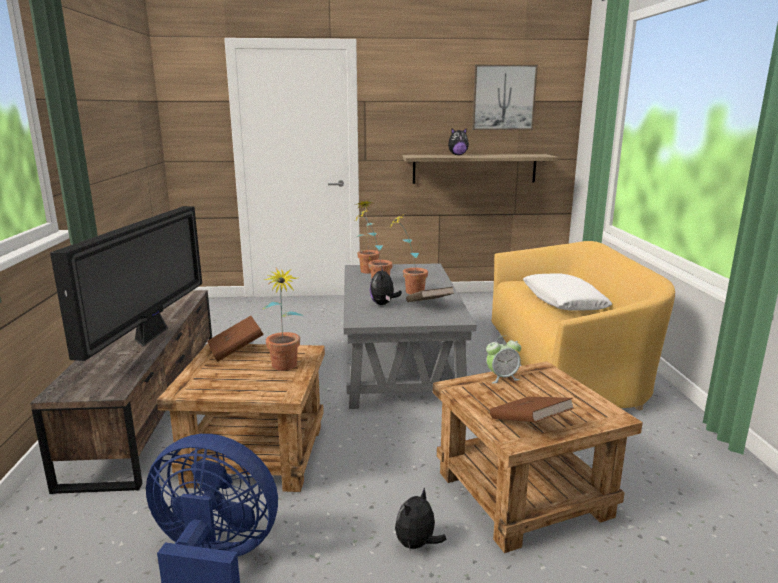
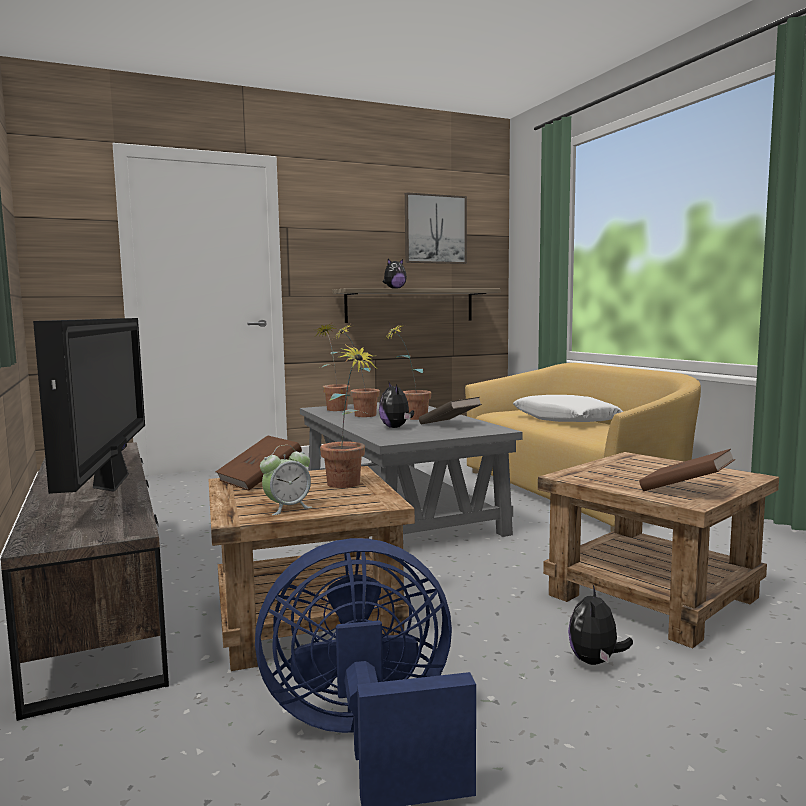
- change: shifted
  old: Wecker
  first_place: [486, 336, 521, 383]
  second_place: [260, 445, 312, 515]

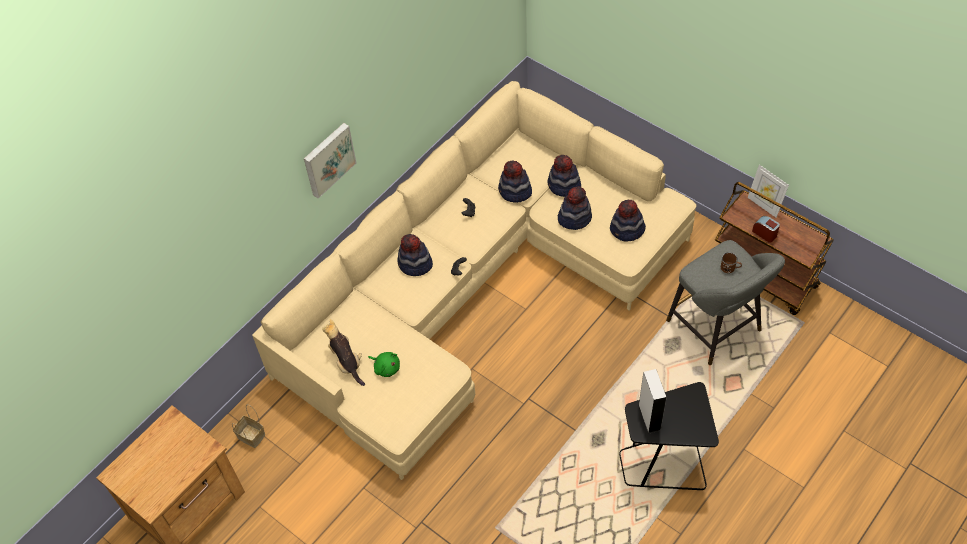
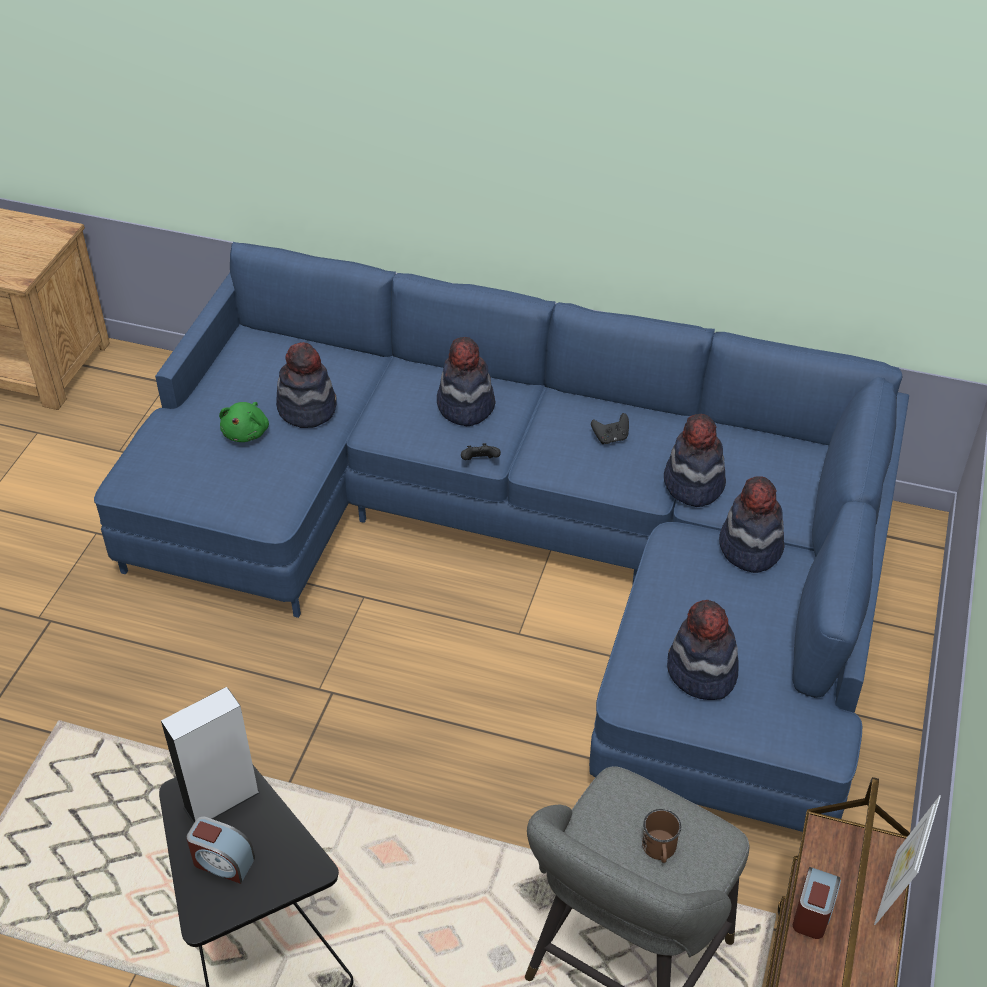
- change: gone
  old: Korb
  first_place: [232, 404, 265, 448]
- change: gone
  old: Bild
  first_place: [304, 123, 356, 198]
- change: gone
  old: Plüschtier
  first_place: [322, 319, 365, 386]
- change: new
  new: Wecker
  second_place: [186, 817, 255, 884]
- change: shifted
  old: Hut
  first_place: [558, 186, 592, 230]
  second_place: [276, 342, 337, 428]
- change: repainted
  old: Sofa (beige)
  new: Sofa (blau)
  first_place: [252, 81, 696, 480]
  second_place: [94, 242, 909, 832]

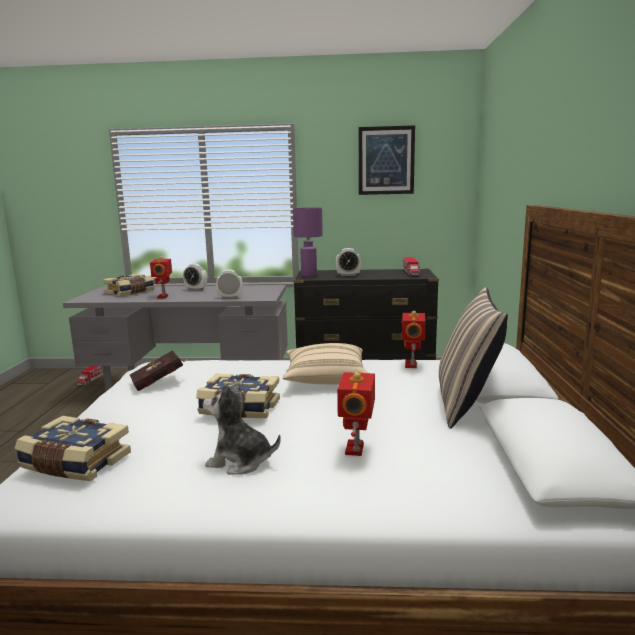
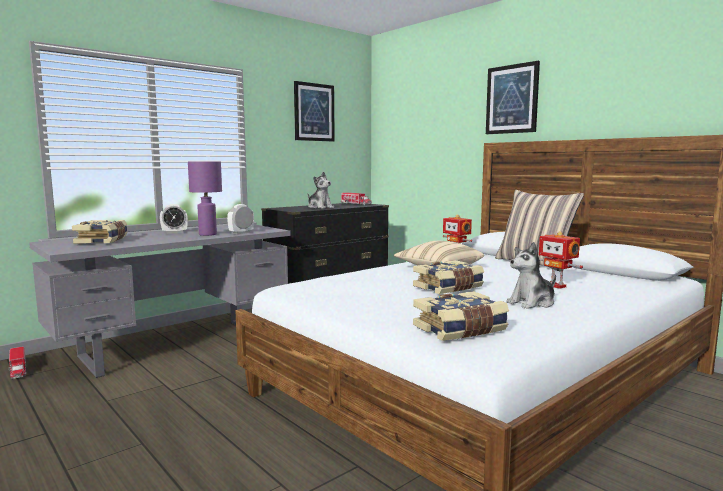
- change: gone
  old: Buch (rot)
  first_place: [130, 350, 188, 391]
- change: gone
  old: Spielzeugroboter
  first_place: [150, 256, 172, 299]
- change: new
  new: Bild
  second_place: [486, 61, 540, 134]
- change: shifted
  old: Tischlampe (lila)
  first_place: [293, 207, 323, 277]
  second_place: [188, 162, 222, 236]
- change: swapped
  old: Wecker
  new: Plüschtier
  first_place: [336, 248, 361, 276]
  second_place: [308, 172, 334, 209]

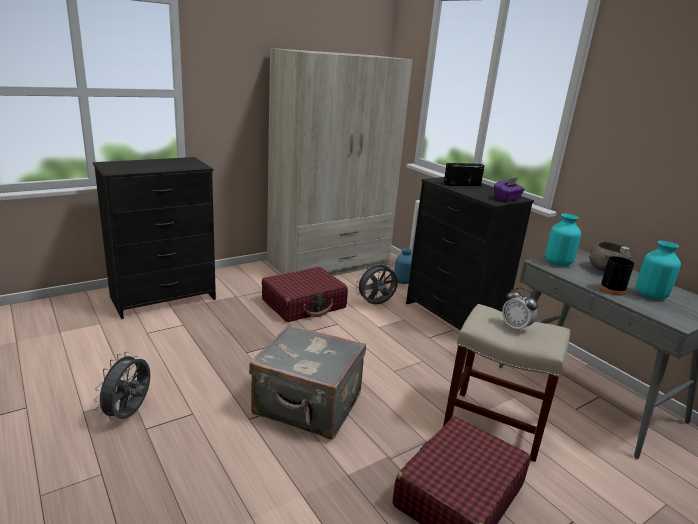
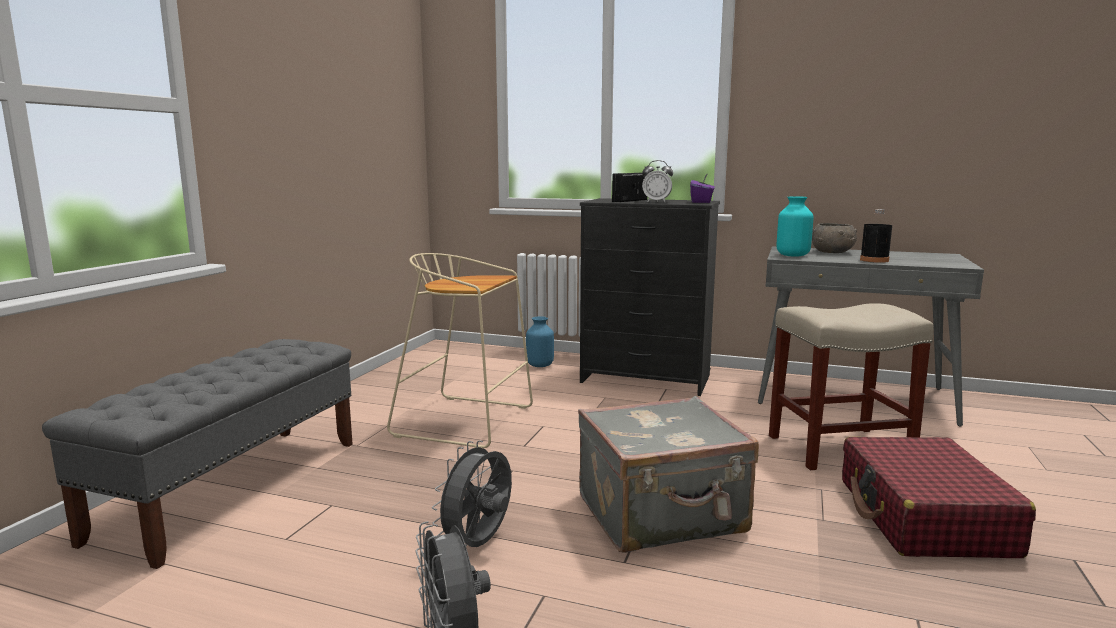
- change: gone
  old: Kleiderschrank (beige)
  first_place: [267, 48, 413, 276]
- change: gone
  old: Vase (türkis)
  first_place: [636, 241, 681, 300]
- change: shifted
  old: Ventilator (grau)
  first_place: [356, 262, 398, 304]
  second_place: [432, 440, 512, 547]
- change: shifted
  old: Wecker
  first_place: [502, 288, 538, 333]
  second_place: [642, 160, 673, 202]
- change: swapped
  old: Kommode (schwarz)
  new: Bank (grau)
  first_place: [93, 157, 216, 319]
  second_place: [42, 339, 353, 569]
- change: swapped
  old: Koffer (rot)
  new: Hocker (beige)
  first_place: [262, 267, 348, 322]
  second_place: [387, 253, 533, 448]

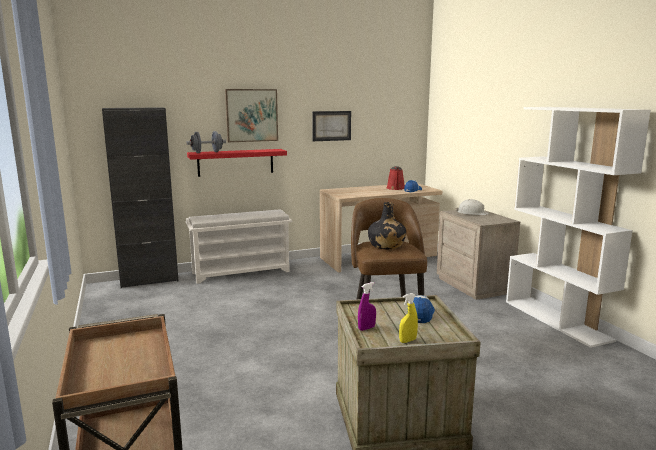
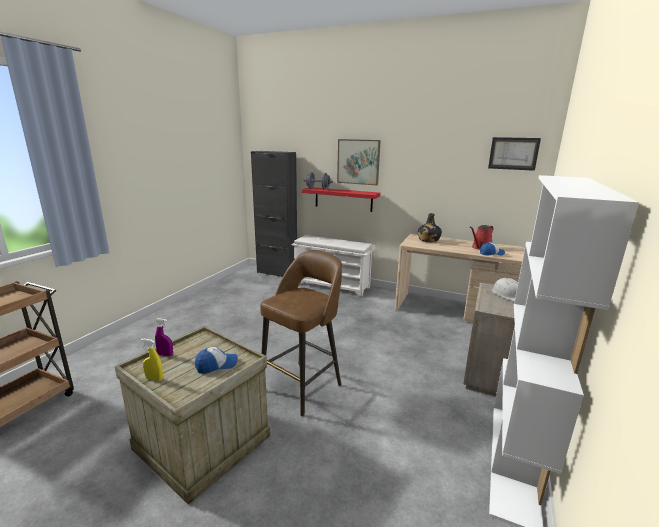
- change: shifted
  old: Bild
  first_place: [312, 111, 351, 141]
  second_place: [488, 137, 541, 171]
- change: shifted
  old: Flasche (schwarz)
  first_place: [368, 202, 406, 249]
  second_place: [418, 213, 442, 242]

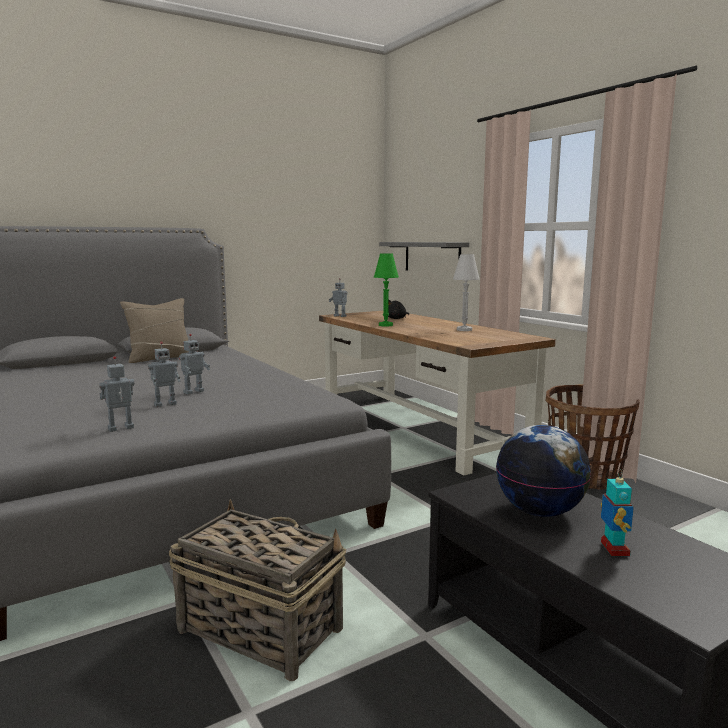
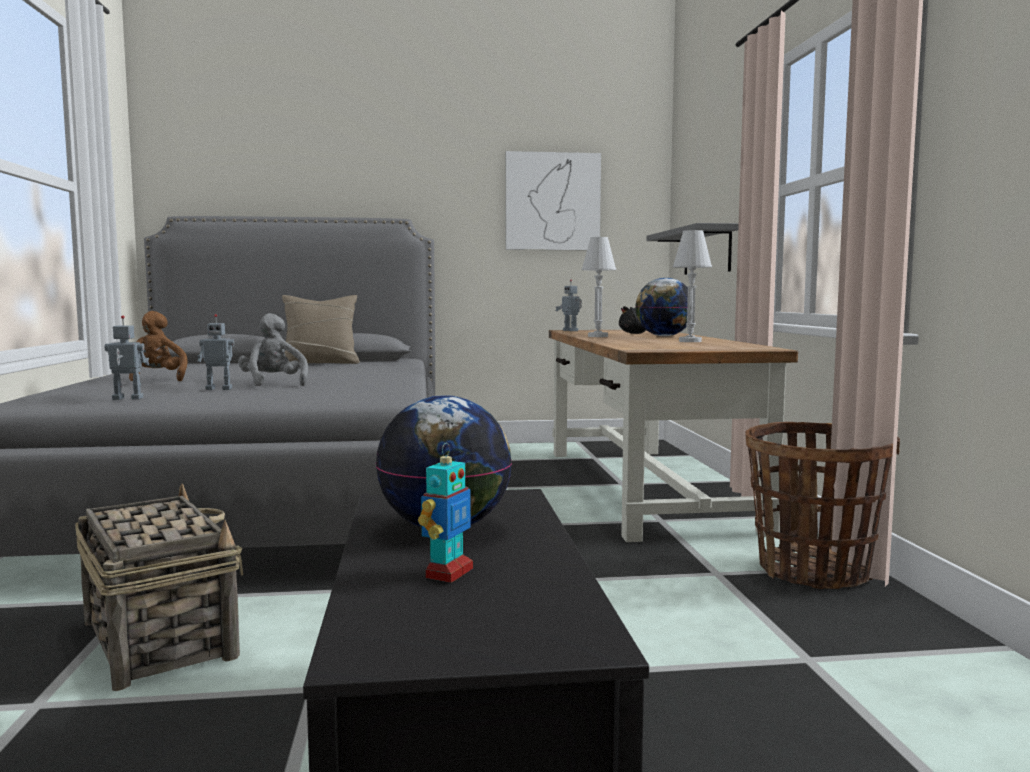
- change: new
  new: Plüschtier (braun)
  second_place: [129, 311, 188, 381]
- change: new
  new: Bild
  second_place: [505, 151, 601, 250]
- change: new
  new: Globus
  second_place: [635, 278, 688, 336]
- change: swapped
  old: Spielzeugroboter
  new: Plüschtier (grau)
  first_place: [179, 334, 210, 395]
  second_place: [238, 313, 308, 386]
- change: repainted
  old: Tischlampe (grün)
  new: Tischlampe (weiß)
  first_place: [374, 253, 399, 327]
  second_place: [582, 237, 616, 337]

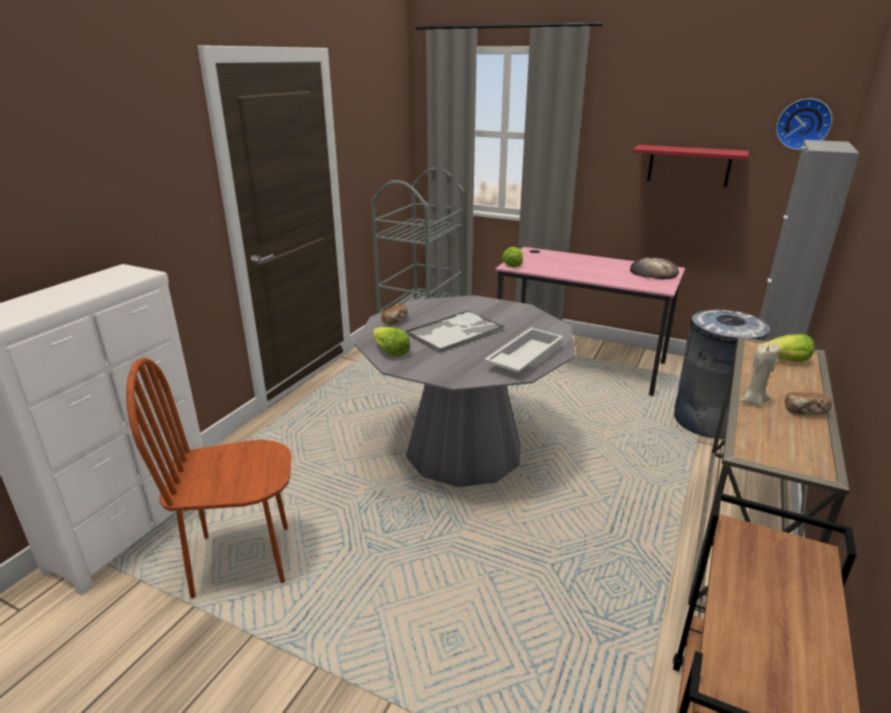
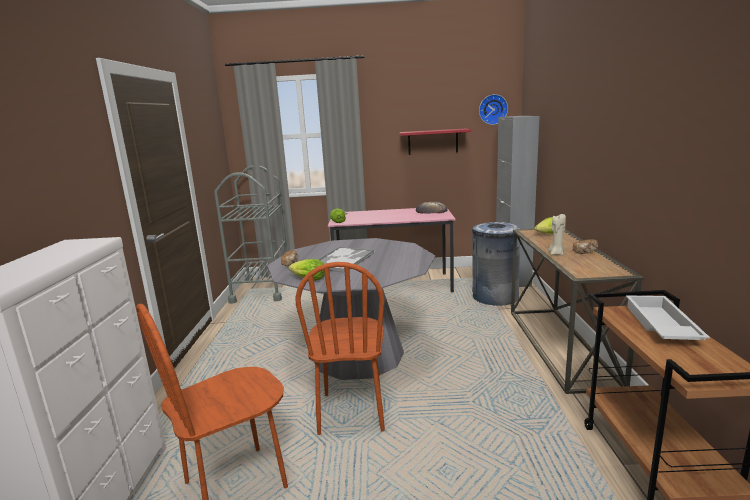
- change: new
  new: Stuhl (braun)
  second_place: [296, 262, 385, 435]
- change: shifted
  old: Tablett (weiß)
  first_place: [484, 328, 564, 372]
  second_place: [626, 295, 710, 340]

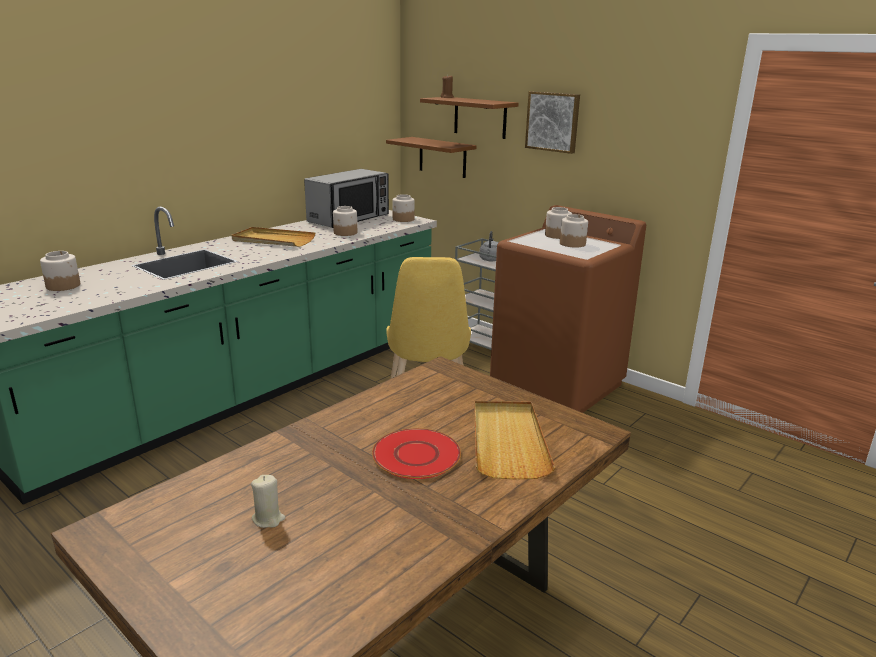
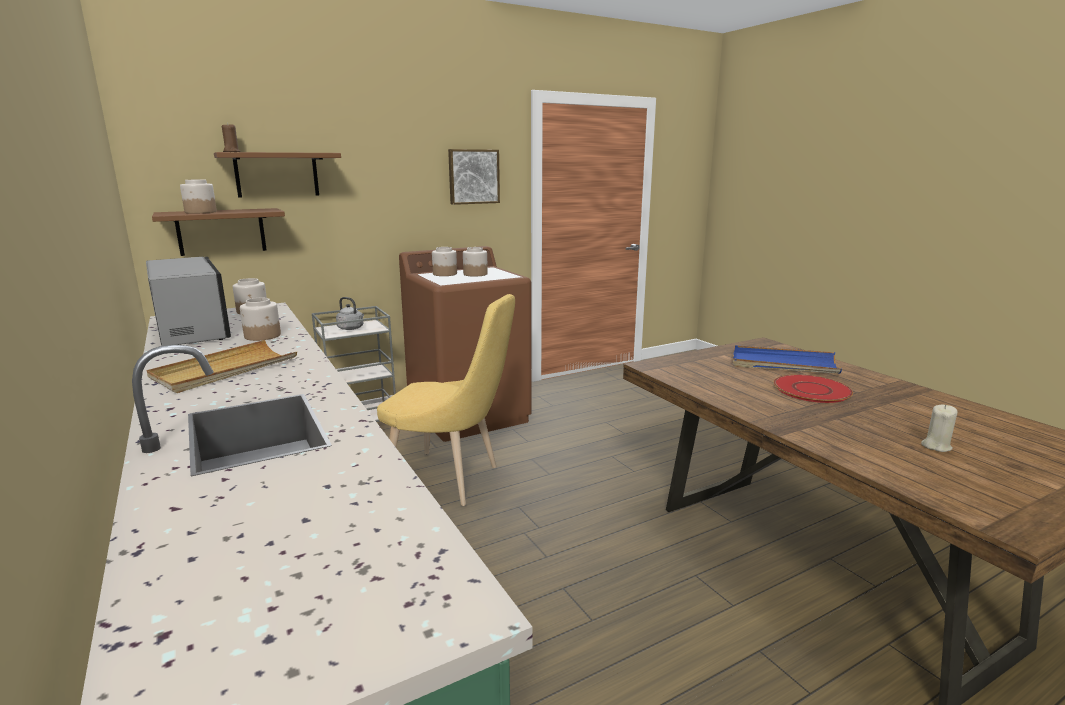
- change: shifted
  old: Vorratsglas
  first_place: [40, 251, 80, 291]
  second_place: [180, 179, 217, 213]
- change: shifted
  old: Bild
  first_place: [525, 91, 580, 154]
  second_place: [448, 149, 500, 205]
- change: repainted
  old: Tablett (beige)
  new: Tablett (blau)
  first_place: [474, 401, 555, 479]
  second_place: [733, 345, 842, 374]

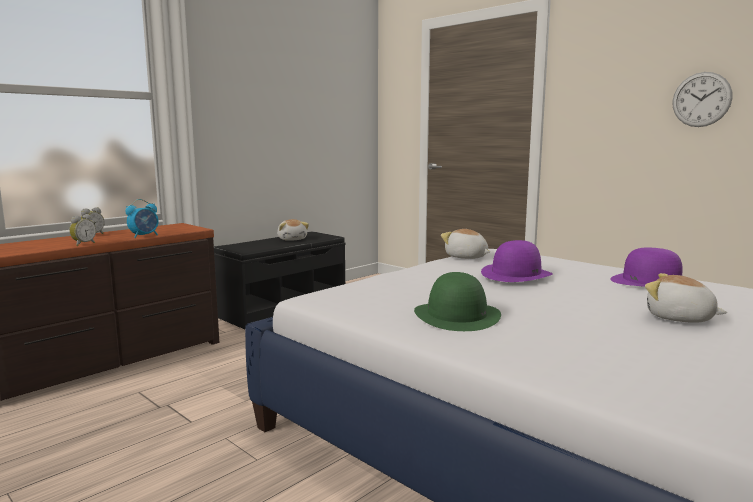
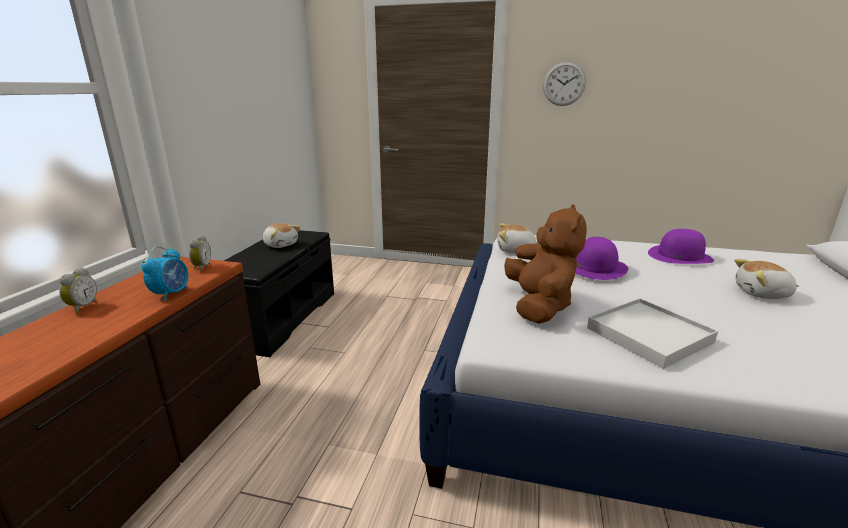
- change: new
  new: Plüschtier (braun)
  second_place: [504, 204, 587, 324]
- change: shifted
  old: Wecker
  first_place: [69, 214, 96, 246]
  second_place: [189, 235, 211, 272]
- change: shifted
  old: Wanduhr
  first_place: [672, 72, 733, 127]
  second_place: [543, 62, 586, 106]
- change: swapped
  old: Hut (grün)
  new: Tablett (weiß)
  first_place: [414, 272, 501, 331]
  second_place: [587, 299, 718, 369]

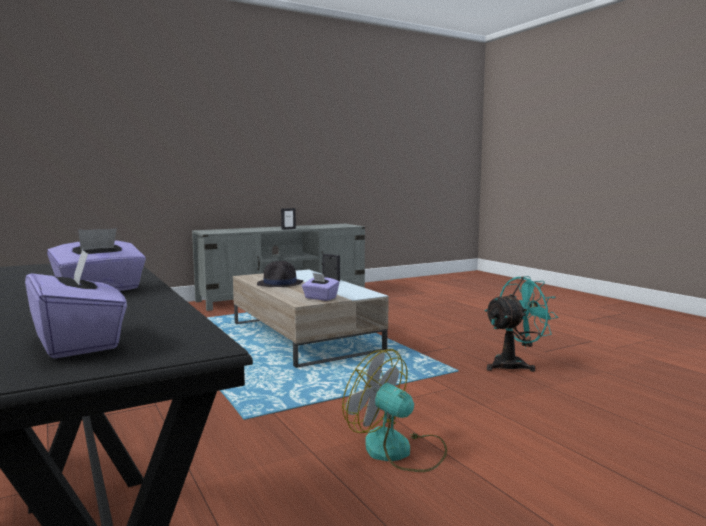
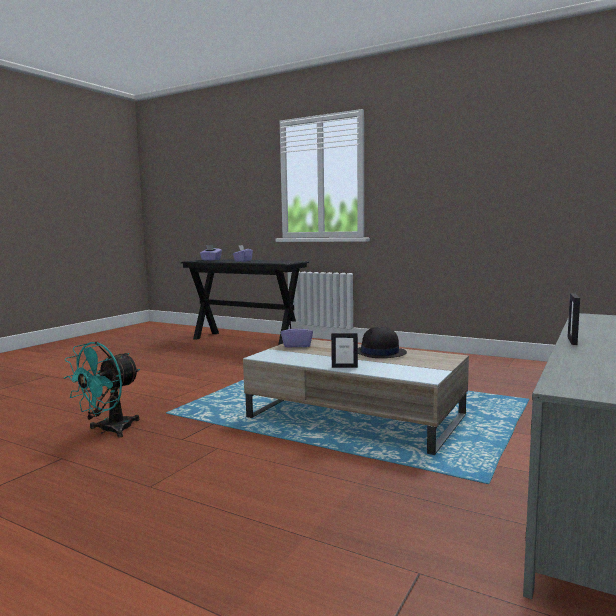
- change: gone
  old: Ventilator
  first_place: [342, 349, 447, 472]

